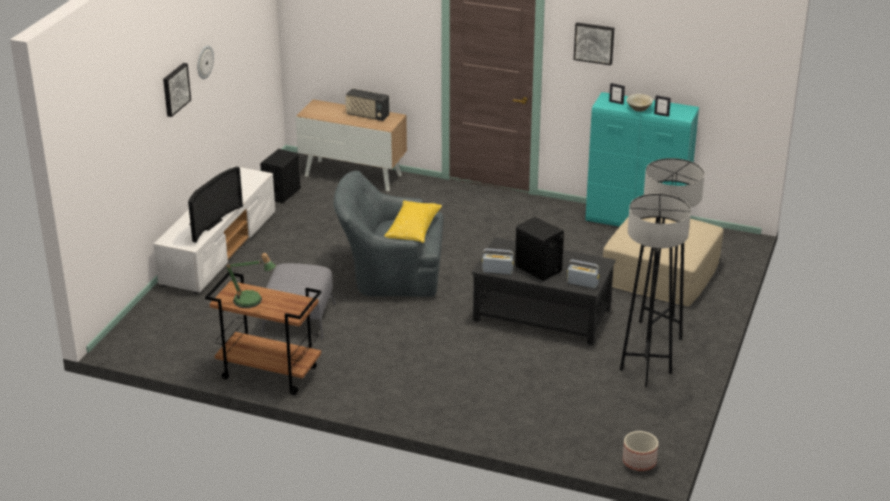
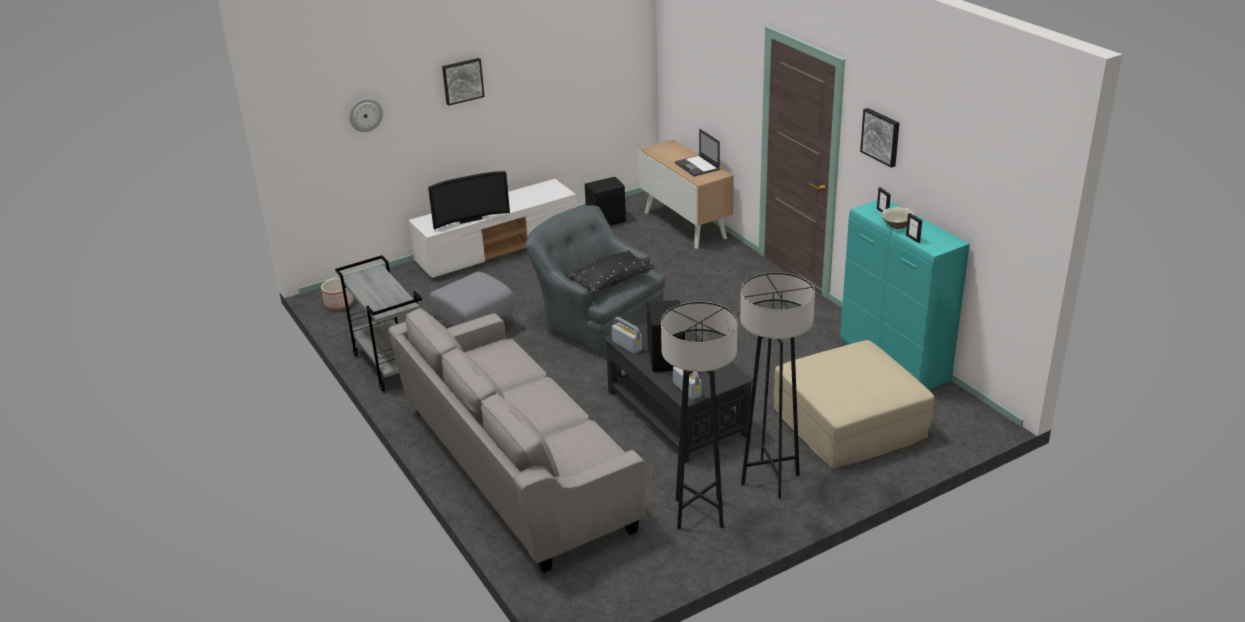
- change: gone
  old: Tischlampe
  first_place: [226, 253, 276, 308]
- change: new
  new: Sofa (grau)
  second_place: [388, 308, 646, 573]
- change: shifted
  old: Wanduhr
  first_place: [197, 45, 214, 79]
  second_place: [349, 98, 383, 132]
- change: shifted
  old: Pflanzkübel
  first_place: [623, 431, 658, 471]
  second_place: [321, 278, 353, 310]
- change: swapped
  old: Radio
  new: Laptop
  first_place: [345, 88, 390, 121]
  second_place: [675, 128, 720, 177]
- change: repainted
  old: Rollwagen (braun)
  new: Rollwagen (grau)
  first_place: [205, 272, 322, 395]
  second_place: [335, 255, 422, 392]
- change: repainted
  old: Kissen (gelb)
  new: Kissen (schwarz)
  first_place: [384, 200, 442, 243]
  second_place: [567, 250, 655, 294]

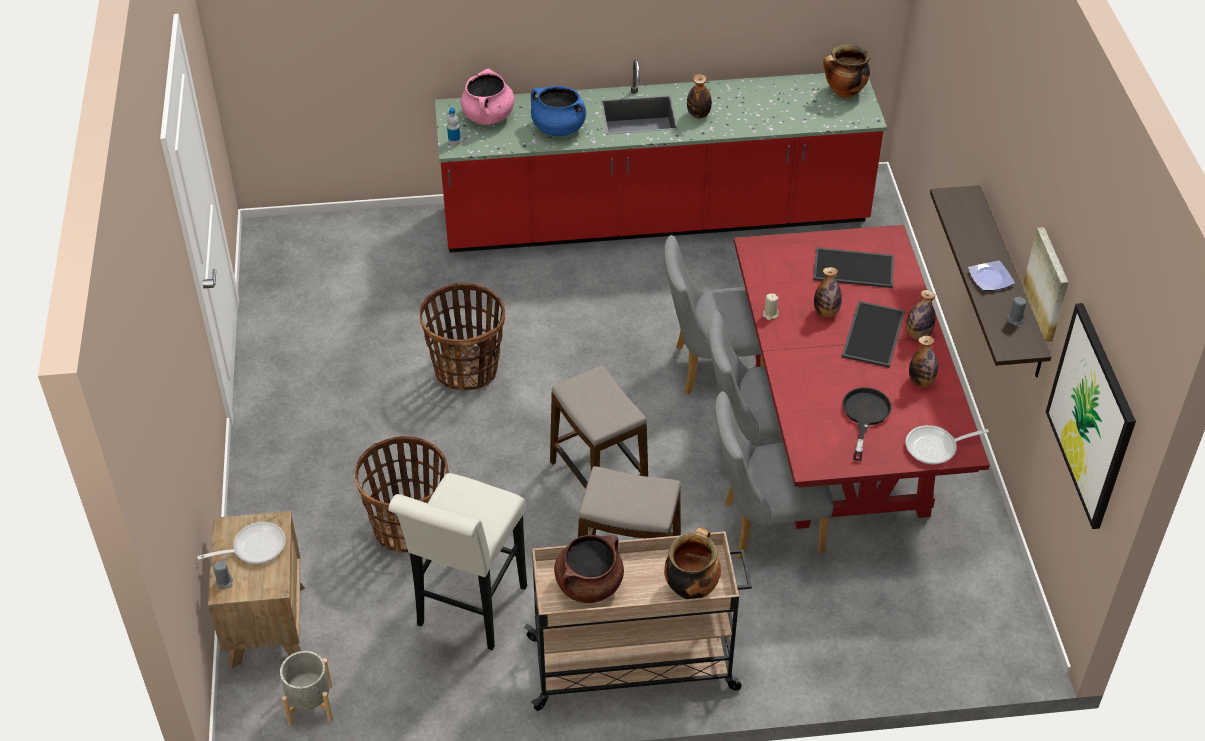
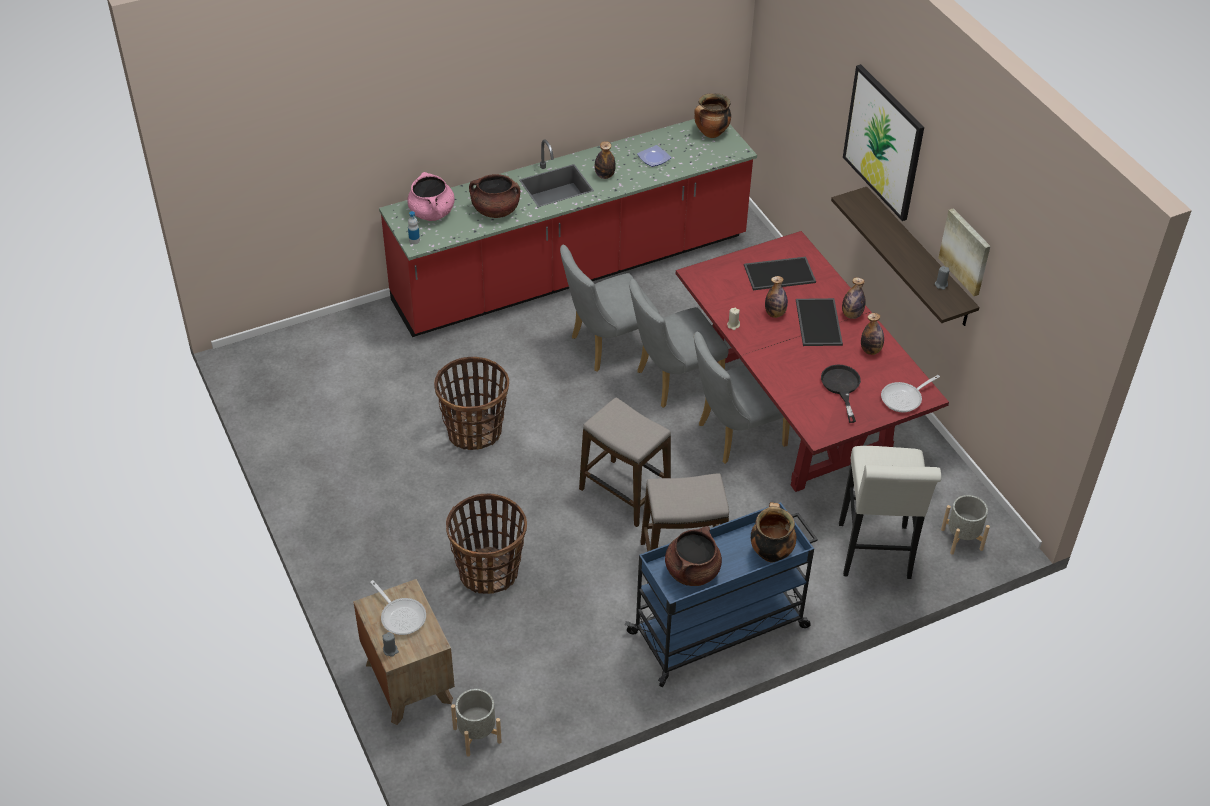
- change: new
  new: Pflanzkübel (grau)
  second_place: [941, 495, 990, 554]
- change: shifted
  old: Hocker (weiß)
  first_place: [388, 473, 527, 650]
  second_place: [839, 446, 941, 579]
- change: shifted
  old: Stuhl (grau)
  first_place: [715, 391, 834, 559]
  second_place: [560, 245, 659, 372]
- change: shifted
  old: Teller
  first_place: [968, 261, 1015, 291]
  second_place: [637, 145, 672, 167]
- change: shifted
  old: Bild
  first_place: [1046, 303, 1136, 529]
  second_place: [843, 64, 924, 221]
- change: repainted
  old: Rollwagen (beige)
  new: Rollwagen (blau)
  first_place: [524, 531, 752, 711]
  second_place: [625, 502, 818, 687]
- change: repainted
  old: Kochtopf (blau)
  new: Kochtopf (braun)
  first_place: [531, 86, 586, 136]
  second_place: [469, 174, 520, 218]
- change: rotated
  old: Pfanne
  first_place: [197, 522, 286, 564]
  second_place: [370, 580, 426, 635]
  degrees: 90

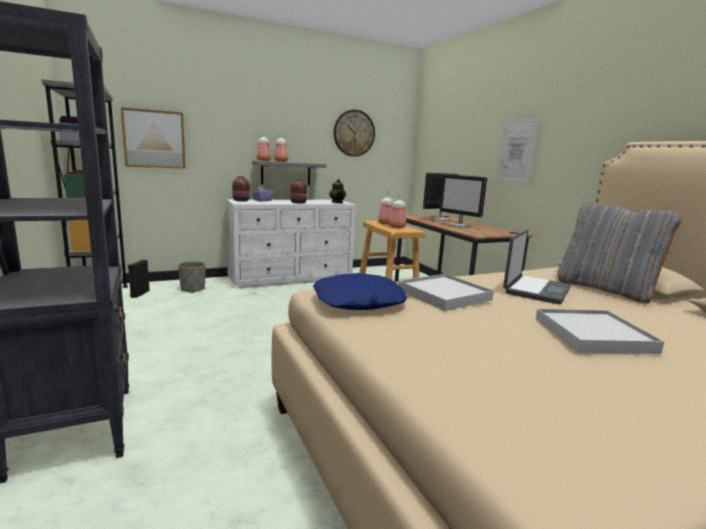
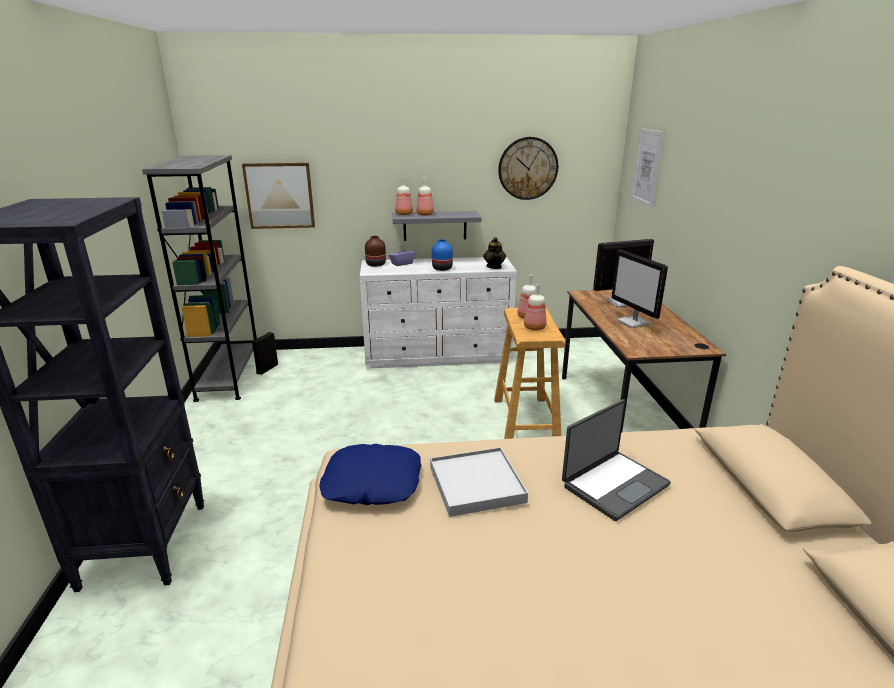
- change: gone
  old: Pflanzkübel (grau)
  first_place: [178, 261, 206, 293]
- change: gone
  old: Tablett (weiß)
  first_place: [536, 309, 665, 354]
- change: gone
  old: Kissen (grau)
  first_place: [557, 202, 681, 303]
- change: shifted
  old: Bild
  first_place: [496, 117, 539, 184]
  second_place: [631, 128, 664, 208]
- change: repainted
  old: Vase (braun)
  new: Vase (blau)
  first_place: [290, 179, 307, 203]
  second_place: [432, 239, 453, 271]

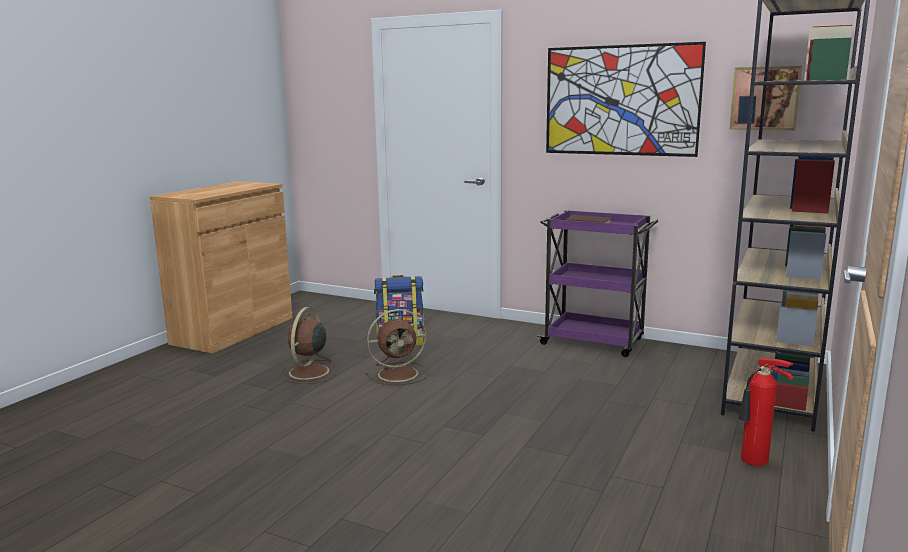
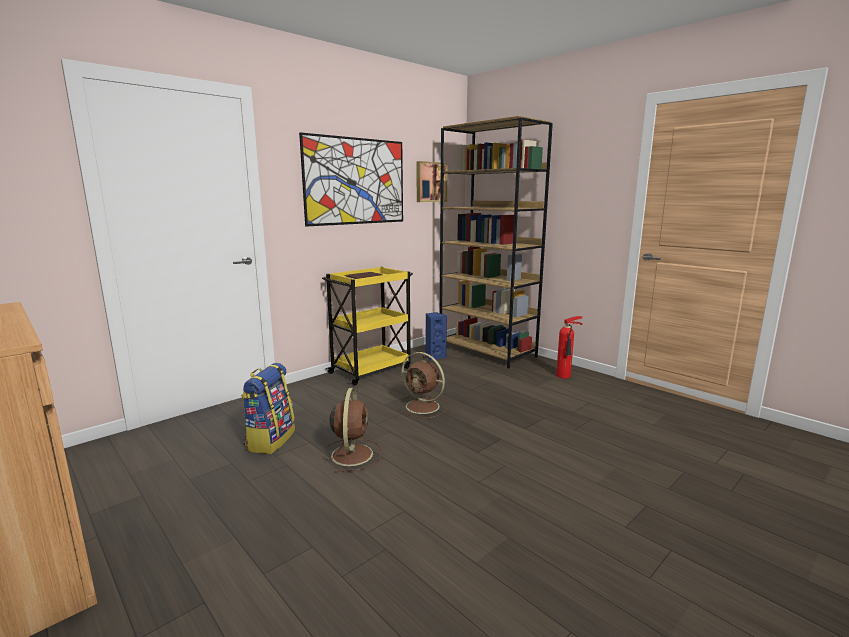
- change: new
  new: Lautsprecher (blau)
  second_place: [426, 312, 447, 360]
- change: shifted
  old: Ventilator (braun)
  first_place: [279, 307, 336, 384]
  second_place: [398, 352, 449, 418]
- change: repainted
  old: Rollwagen (lila)
  new: Rollwagen (gelb)
  first_place: [537, 210, 658, 357]
  second_place: [322, 267, 413, 385]

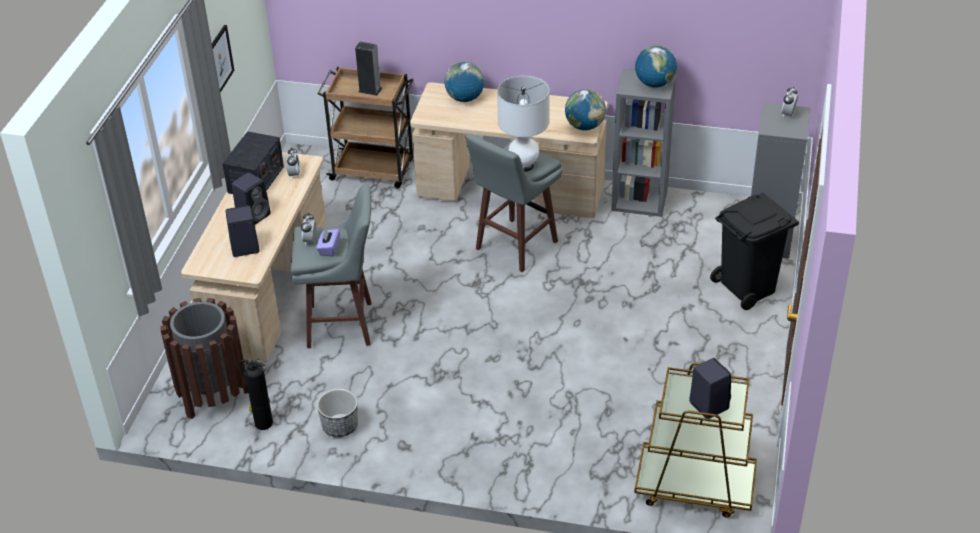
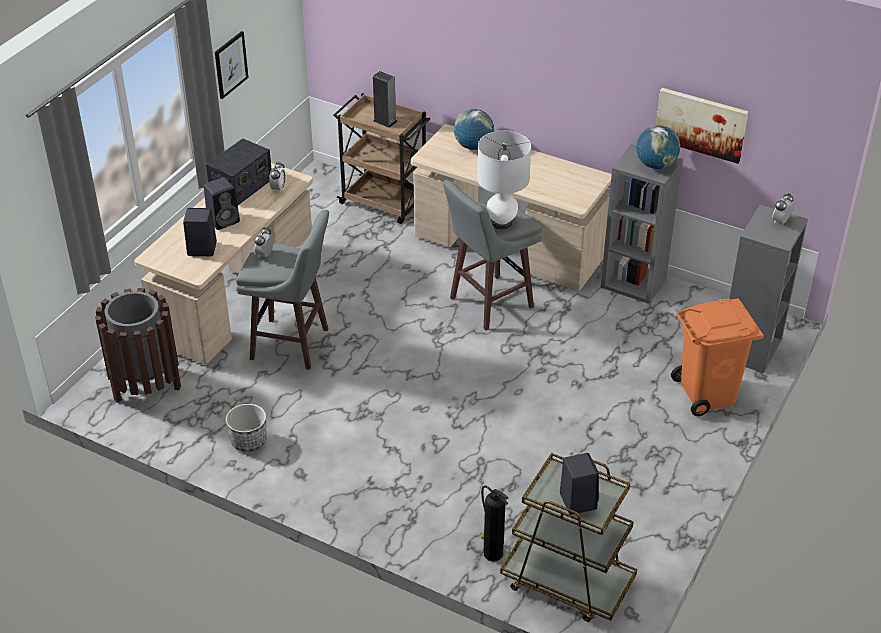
- change: gone
  old: Taschentuchbox (lila)
  first_place: [316, 229, 340, 256]
- change: gone
  old: Globus
  first_place: [565, 89, 606, 130]
- change: new
  new: Bild
  second_place: [656, 88, 748, 164]
- change: shifted
  old: Feuerlöscher
  first_place: [240, 360, 273, 430]
  second_place: [481, 485, 509, 561]
- change: repainted
  old: Mülleimer (schwarz)
  new: Mülleimer (orange)
  first_place: [710, 193, 799, 310]
  second_place: [671, 298, 764, 416]

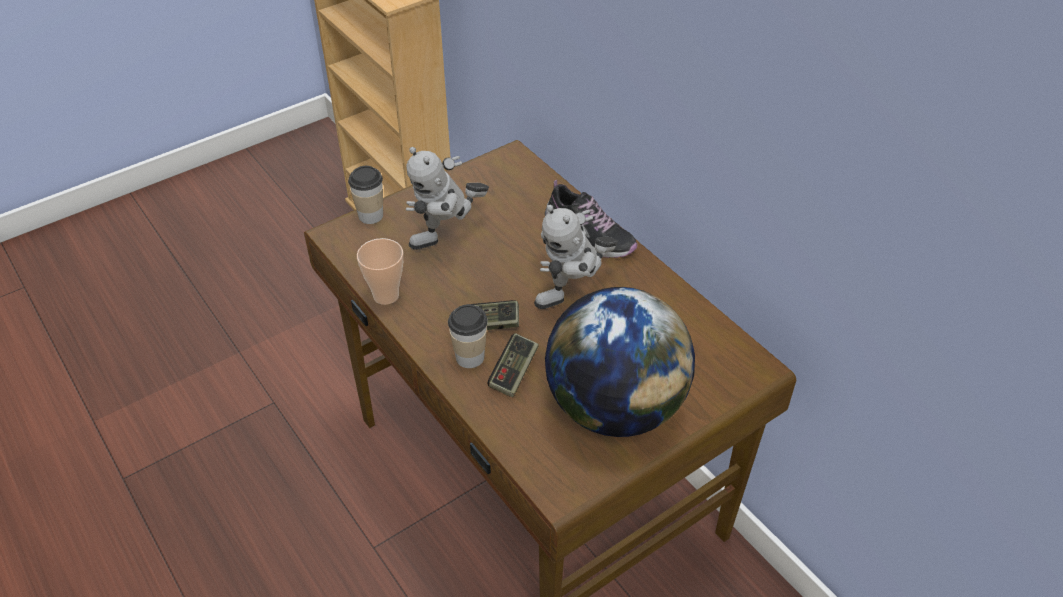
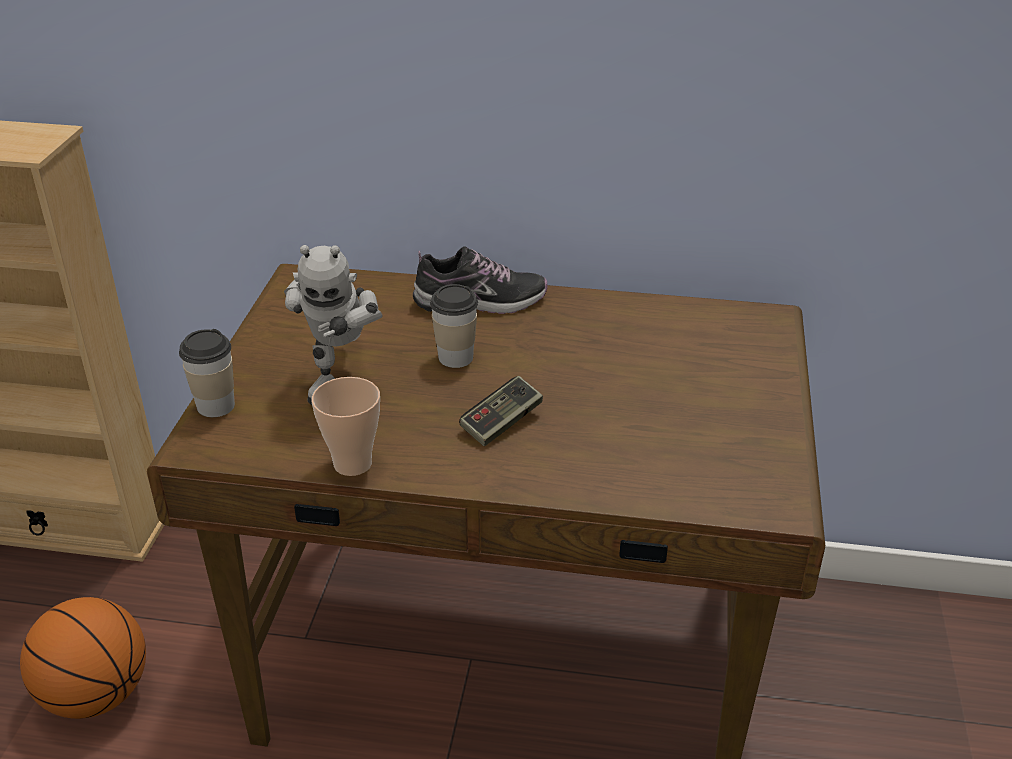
- change: gone
  old: Gamepad
  first_place: [487, 333, 539, 397]
- change: gone
  old: Spielzeugroboter
  first_place: [534, 204, 618, 309]
- change: gone
  old: Globus
  first_place: [545, 287, 695, 437]
- change: new
  new: Basketball
  second_place: [20, 597, 146, 719]
- change: shifted
  old: Tasse
  first_place: [448, 304, 488, 368]
  second_place: [430, 284, 478, 368]

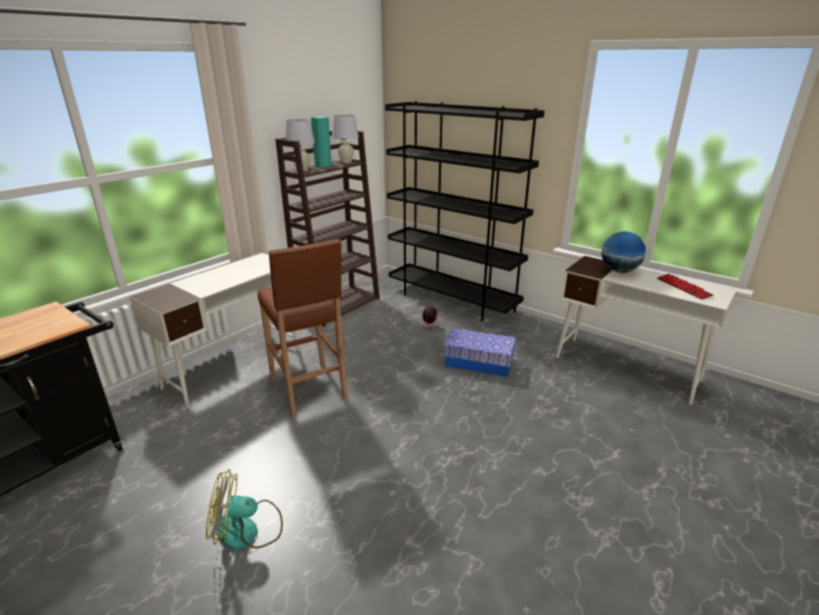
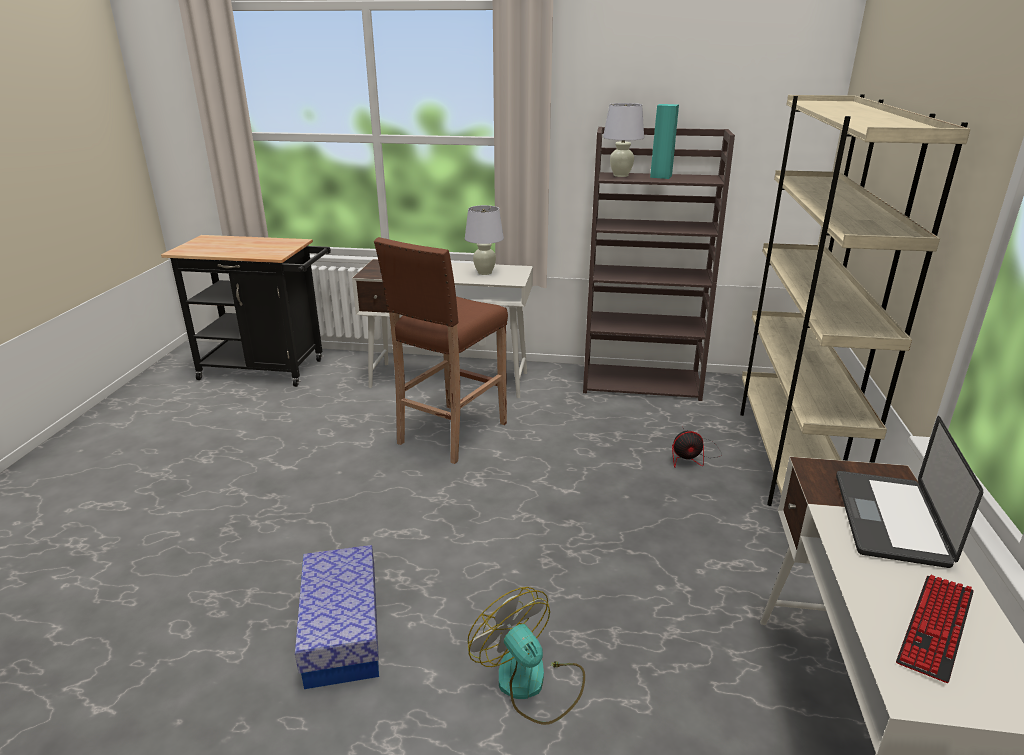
- change: shifted
  old: Ventilator
  first_place: [206, 469, 283, 550]
  second_place: [468, 587, 585, 725]
- change: shifted
  old: Tischlampe (weiß)
  first_place: [332, 114, 359, 163]
  second_place: [465, 205, 504, 275]
- change: shifted
  old: Aufbewahrungsbox
  first_place: [444, 328, 516, 377]
  second_place: [295, 545, 379, 689]
- change: swapped
  old: Globus
  new: Laptop
  first_place: [601, 231, 646, 273]
  second_place: [836, 416, 983, 568]
- change: repainted
  old: Bücherregal (schwarz)
  new: Bücherregal (beige)
  first_place: [385, 101, 545, 321]
  second_place: [740, 94, 971, 506]

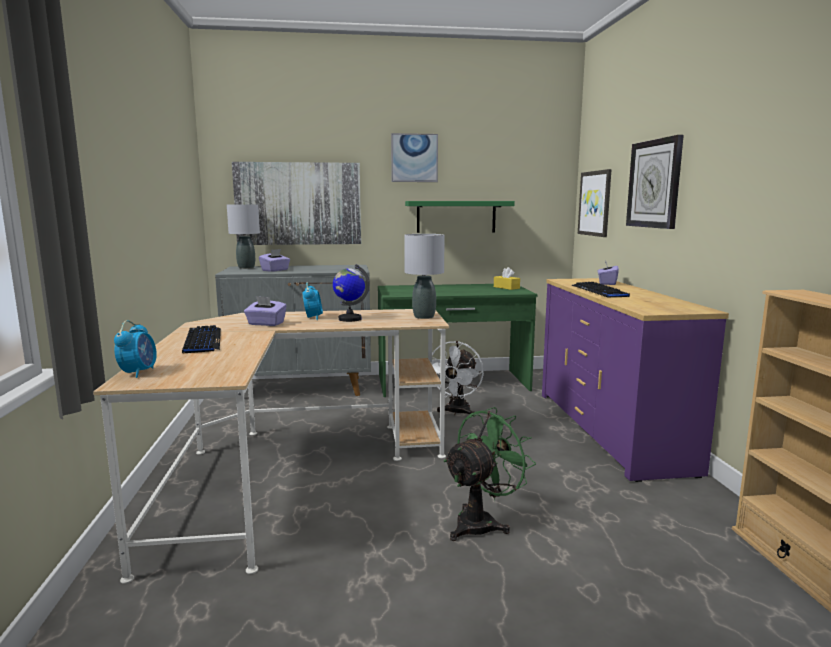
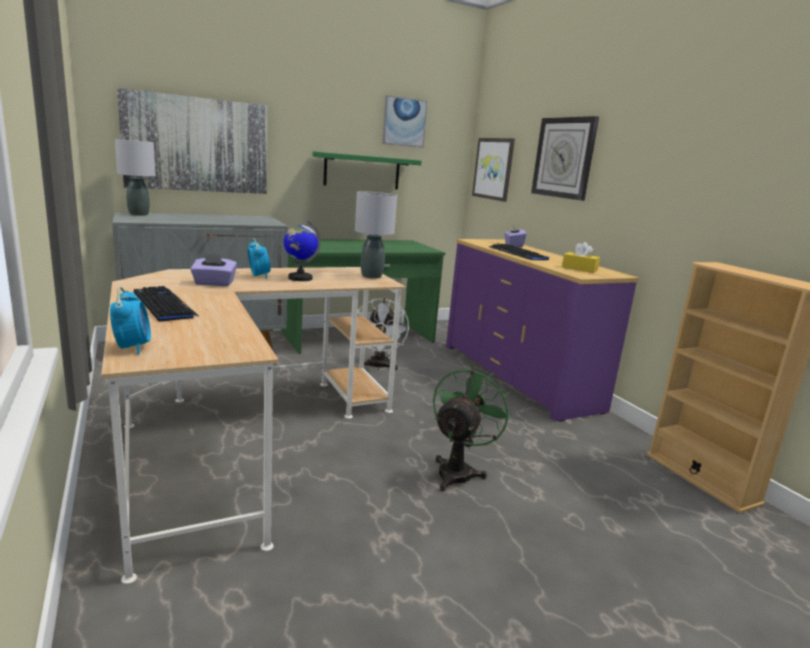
- change: gone
  old: Taschentuchbox (lila)
  first_place: [259, 249, 290, 272]
- change: shifted
  old: Bild
  first_place: [391, 133, 438, 182]
  second_place: [382, 95, 428, 148]
- change: shifted
  old: Taschentuchbox (gelb)
  first_place: [494, 267, 520, 290]
  second_place: [562, 242, 600, 273]

